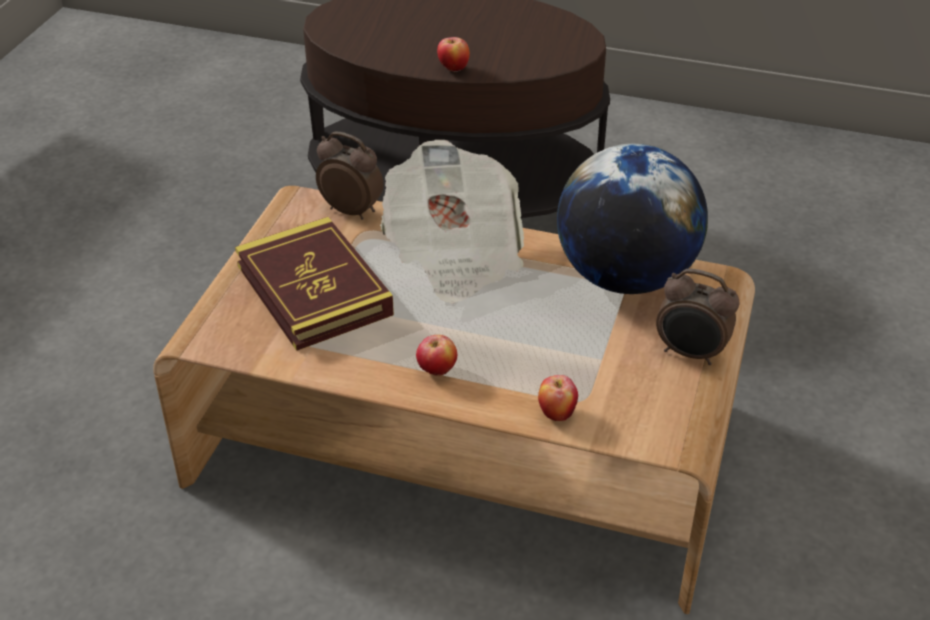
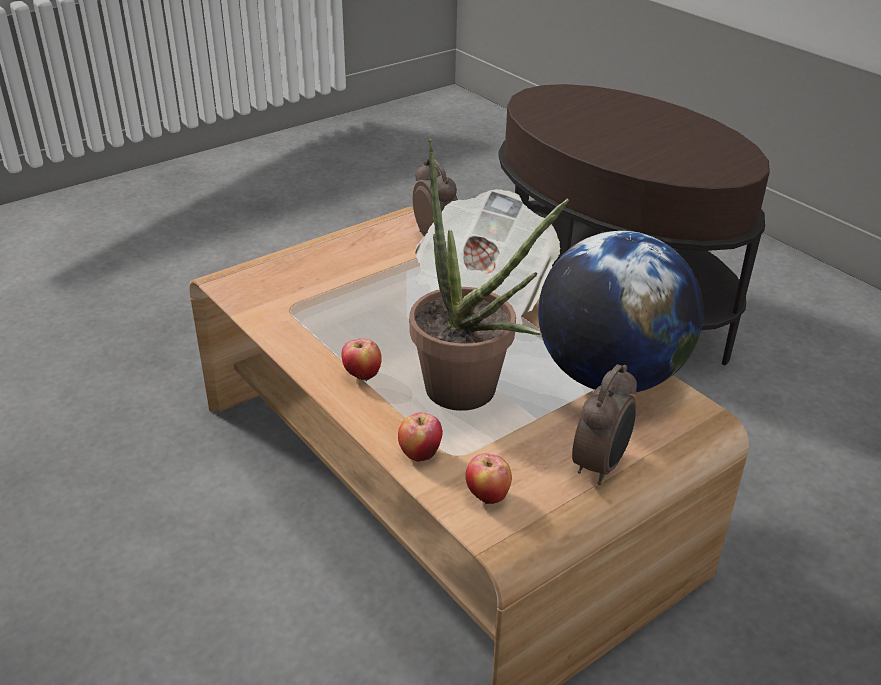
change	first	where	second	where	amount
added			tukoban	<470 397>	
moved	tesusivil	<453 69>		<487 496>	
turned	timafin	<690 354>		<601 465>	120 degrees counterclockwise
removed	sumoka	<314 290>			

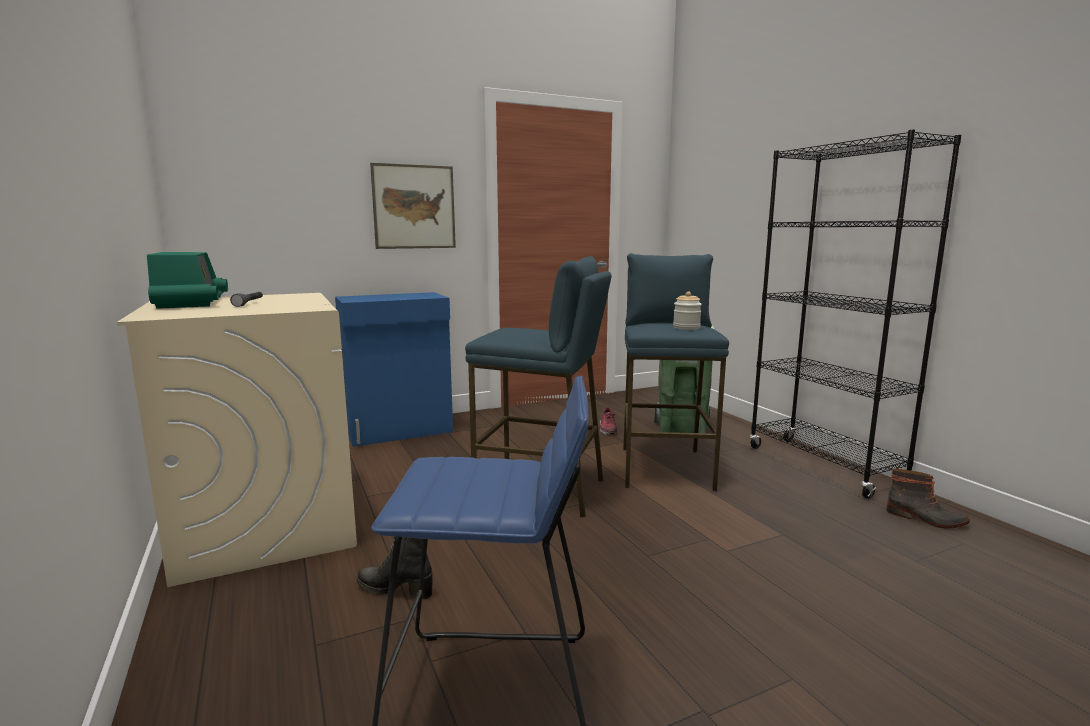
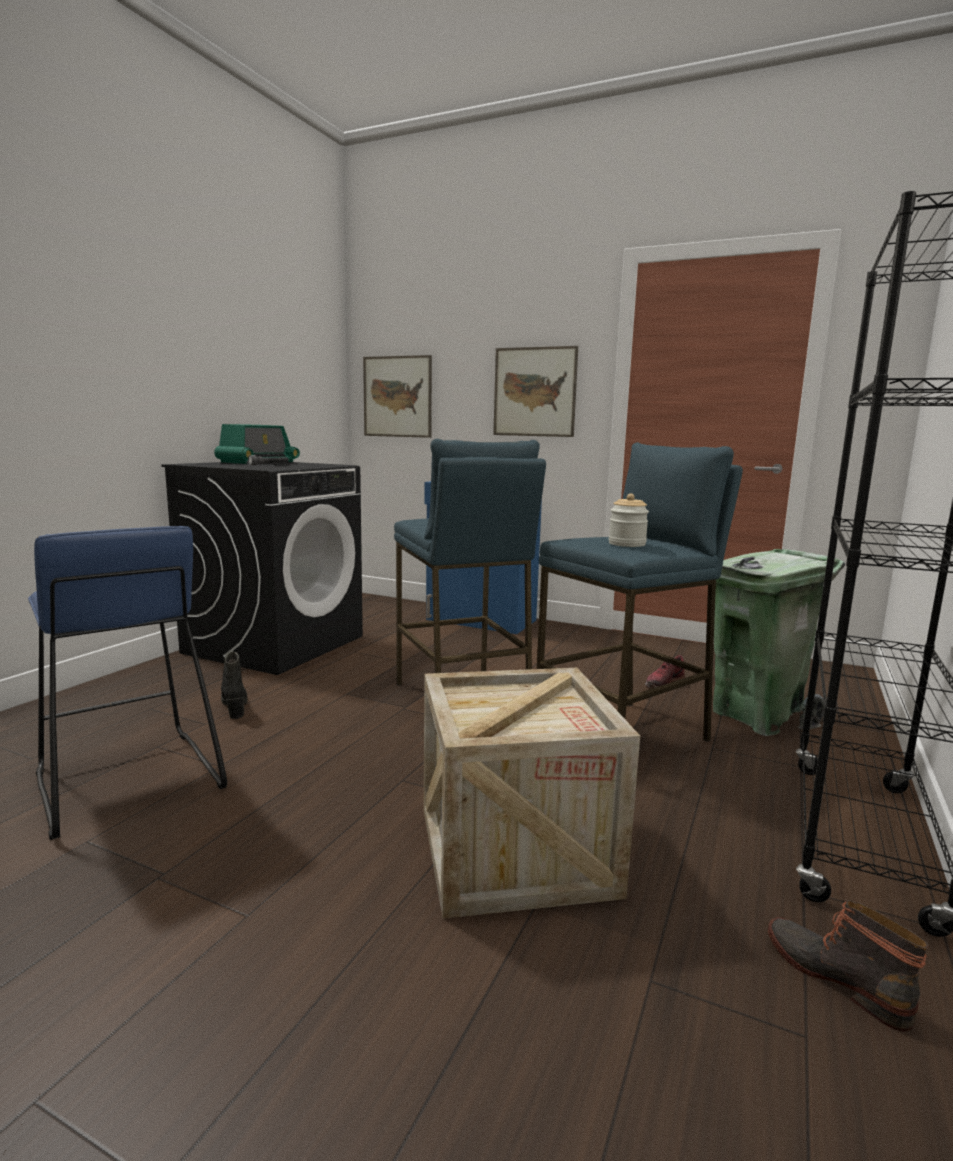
change	first	where	second	where	amount
recoloured	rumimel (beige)	<266 525>	rumimel (black)	<275 644>	
added			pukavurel	<397 396>	
added			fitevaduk	<514 850>	
turned	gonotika	<926 519>		<837 976>	150 degrees clockwise

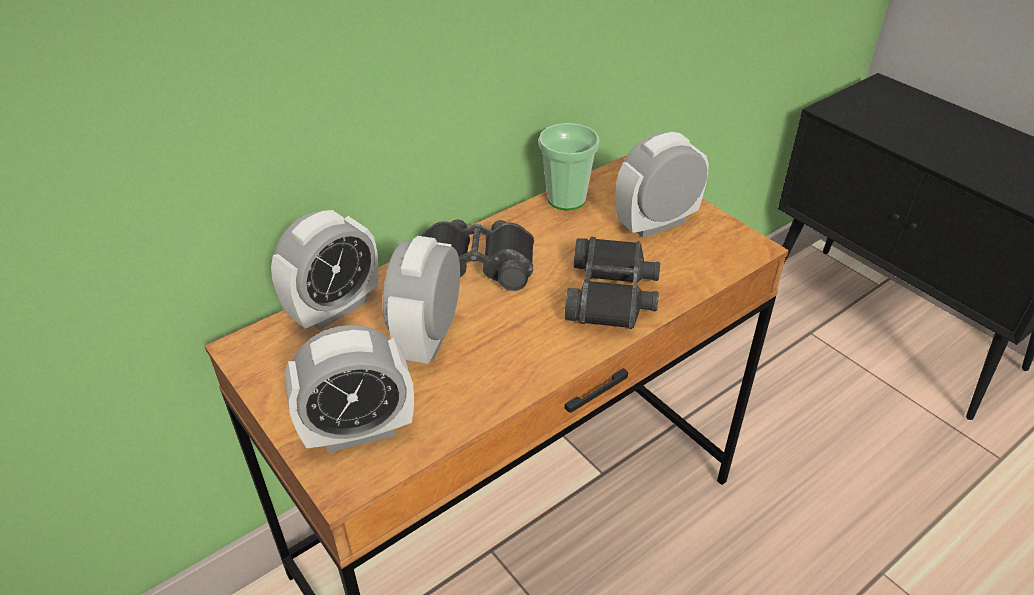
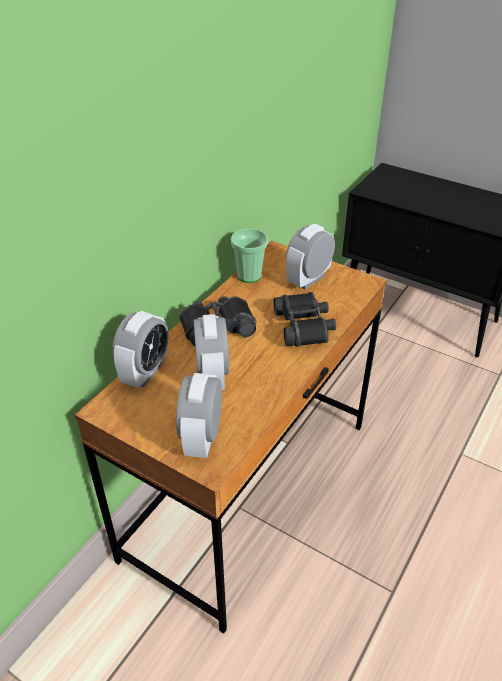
change	first	where	second	where	amount
turned	timafin	<358 431>		<202 438>	135 degrees clockwise

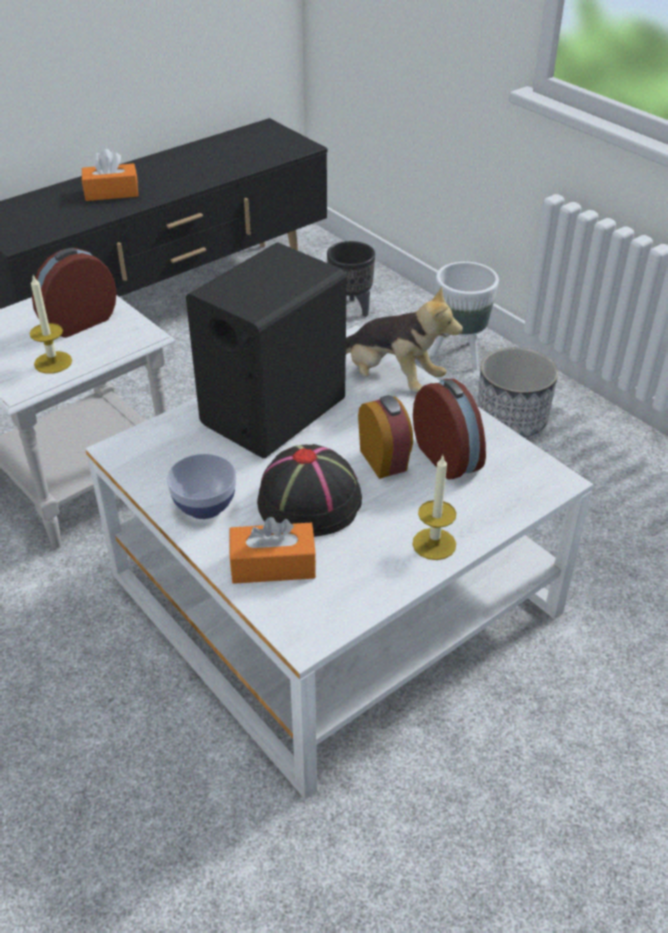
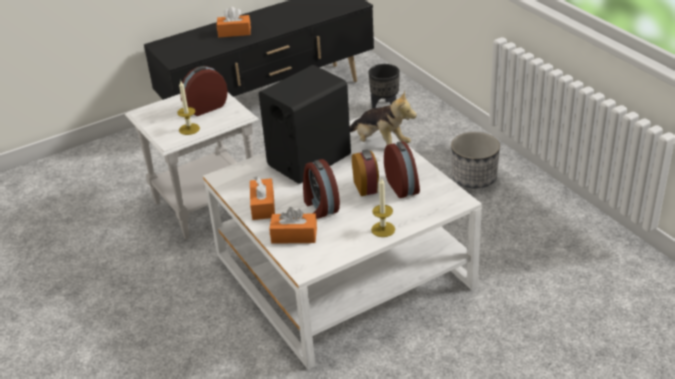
change	first	where	second	where	amount
replaced	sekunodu	<205 506>	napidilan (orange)	<263 206>	
replaced	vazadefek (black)	<310 501>	timafin	<320 206>	
removed	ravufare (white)	<460 355>			

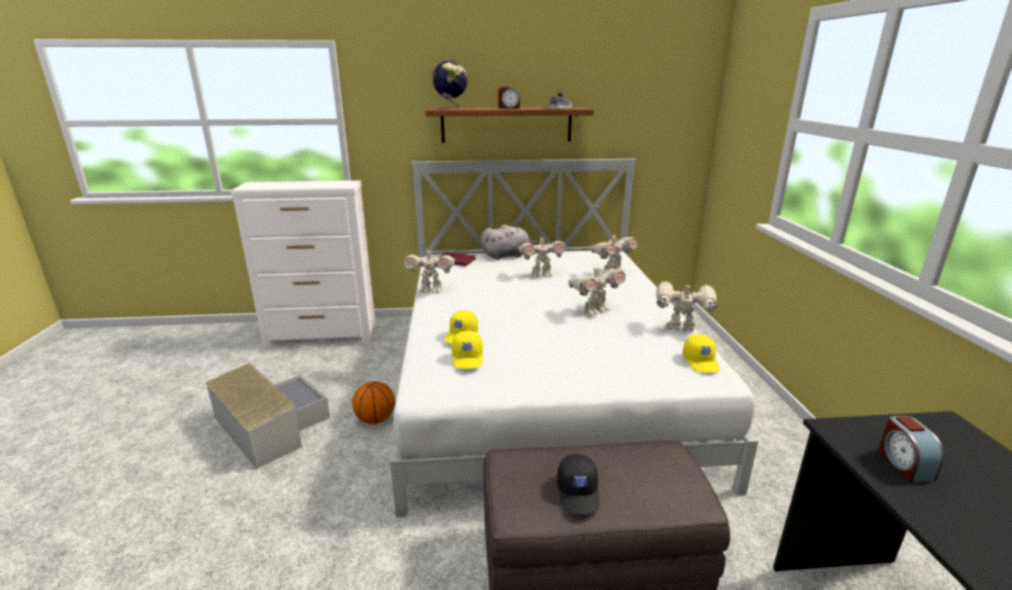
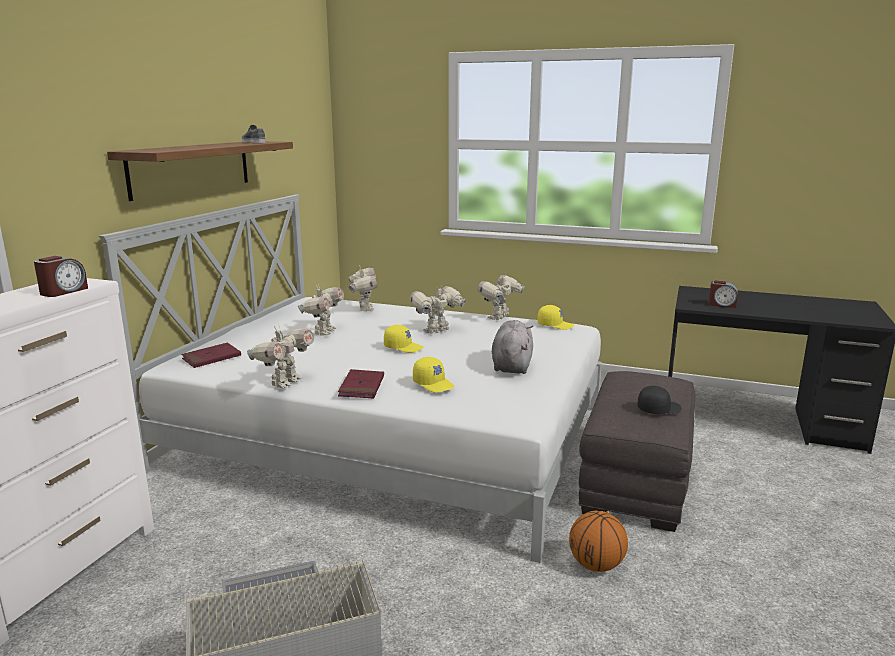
change	first	where	second	where	amount
moved	timafin	<509 108>		<63 291>	
added			sumoka (red)	<362 387>	
moved	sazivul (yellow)	<468 358>		<403 347>	
turned	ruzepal	<595 310>		<437 331>	120 degrees counterclockwise
moved	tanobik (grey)	<507 255>		<512 365>	
moved	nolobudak	<375 419>		<596 565>	
turned	sazivul (black)	<579 493>		<658 409>	45 degrees counterclockwise
removed	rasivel	<451 108>			

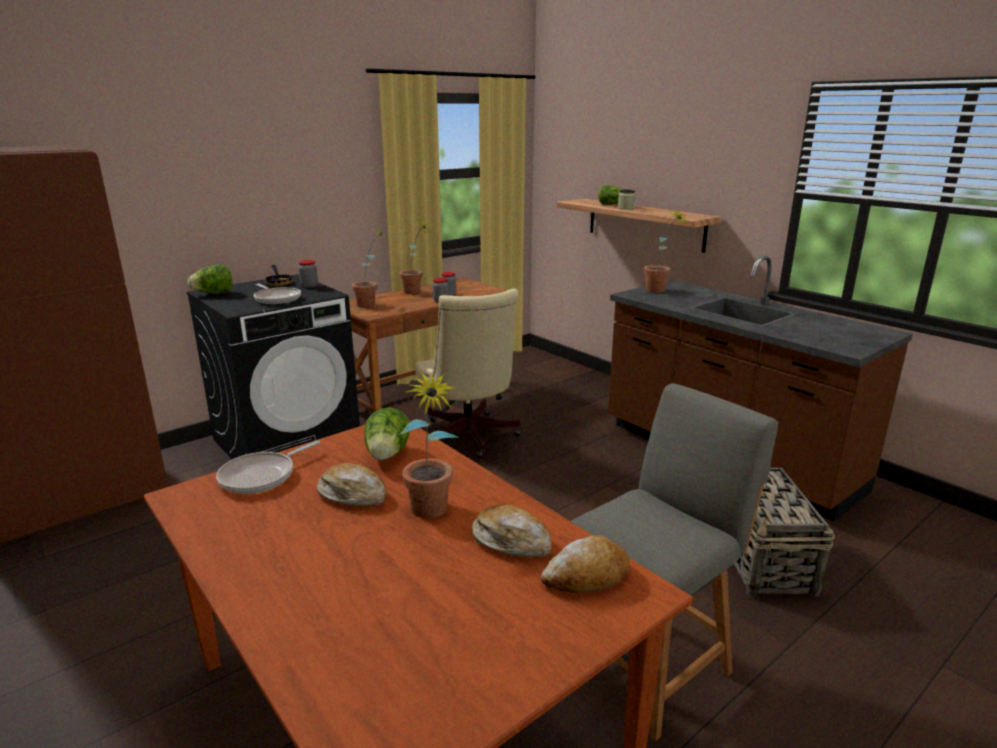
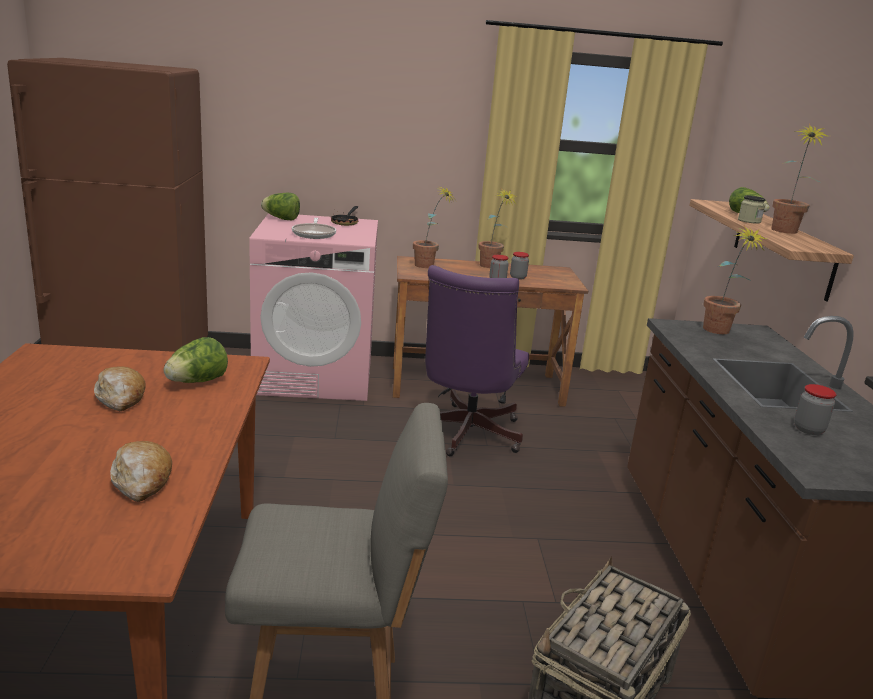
change	first	where	second	where	amount
recoloured	rumimel (black)	<287 441>	rumimel (pink)	<316 376>	
recoloured	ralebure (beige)	<469 438>	ralebure (purple)	<465 435>	
moved	tukoban	<431 514>		<784 232>	
moved	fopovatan	<309 286>		<808 429>	
removed	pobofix	<262 476>			
removed	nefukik	<586 576>			

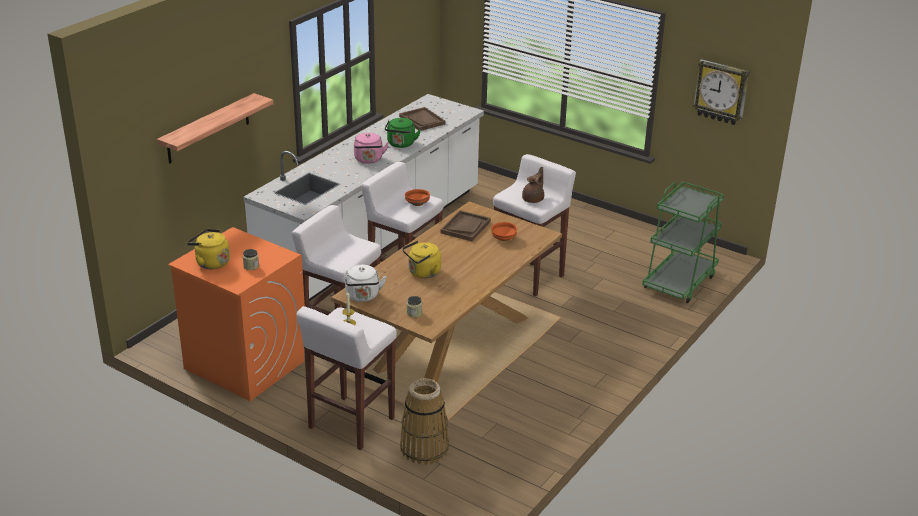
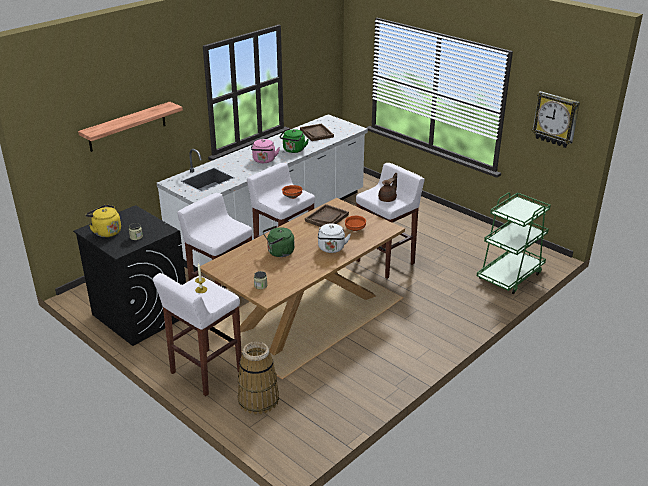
change	first	where	second	where	amount
recoloured	rumimel (orange)	<245 363>	rumimel (black)	<140 314>	
recoloured	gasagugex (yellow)	<422 273>	gasagugex (green)	<279 252>	
moved	gasagugex (white)	<363 296>		<331 249>	

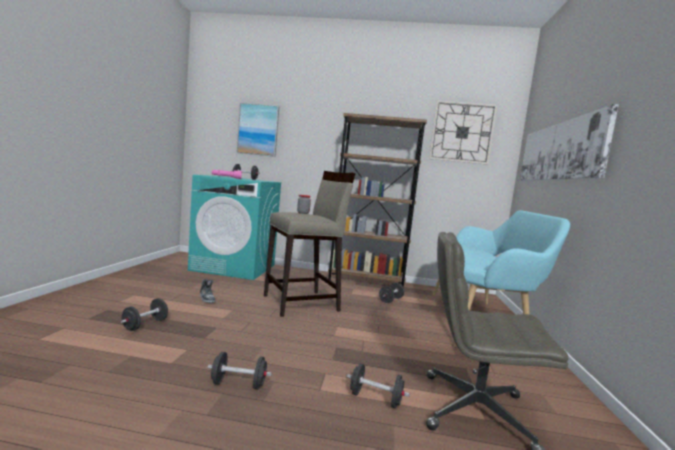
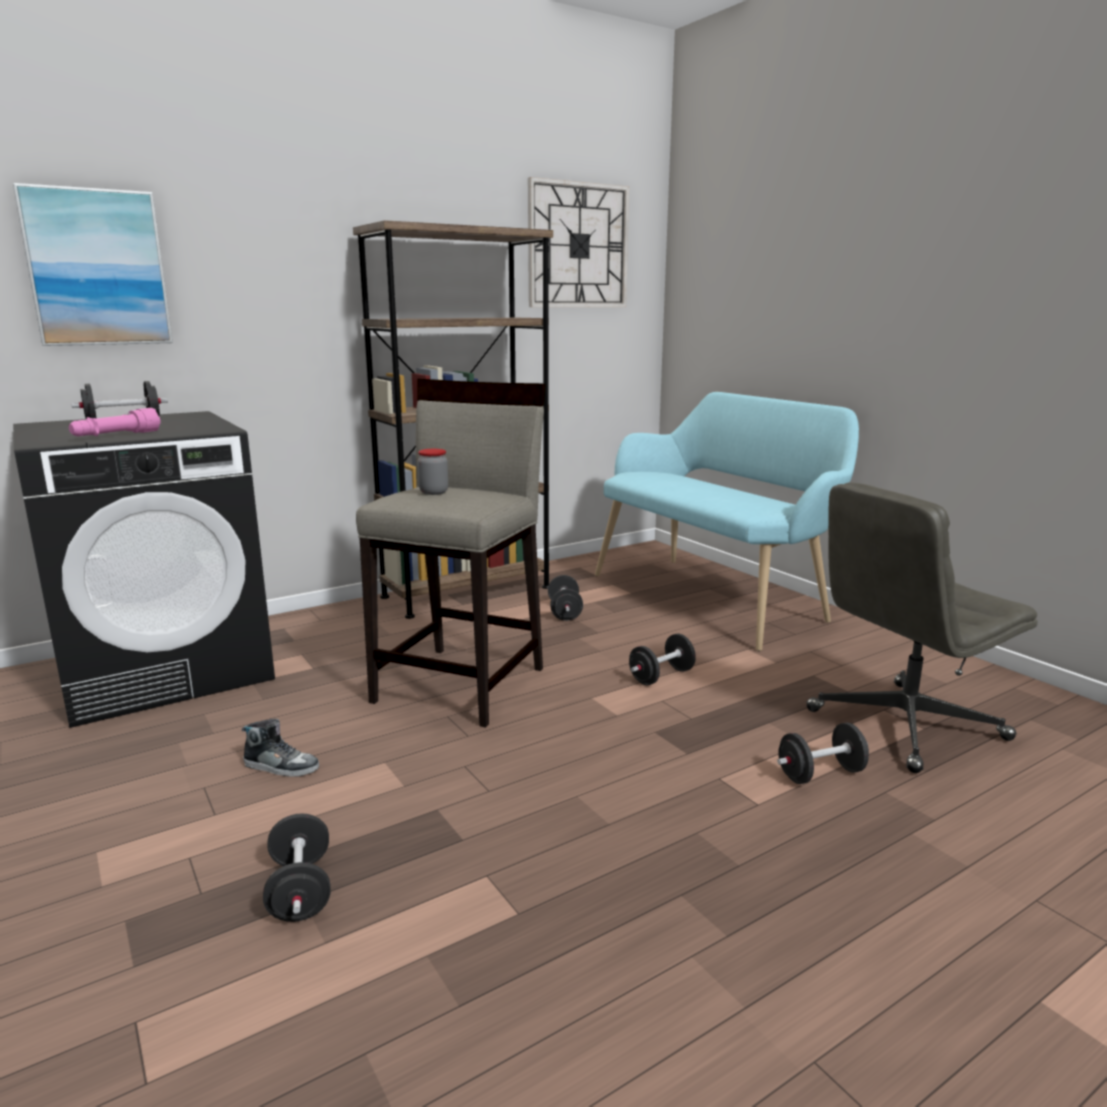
change	first	where	second	where	amount
recoloured	rumimel (turquoise)	<234 268>	rumimel (black)	<166 669>	
moved	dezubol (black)	<238 384>		<661 676>	
removed	pukavurel	<559 151>			

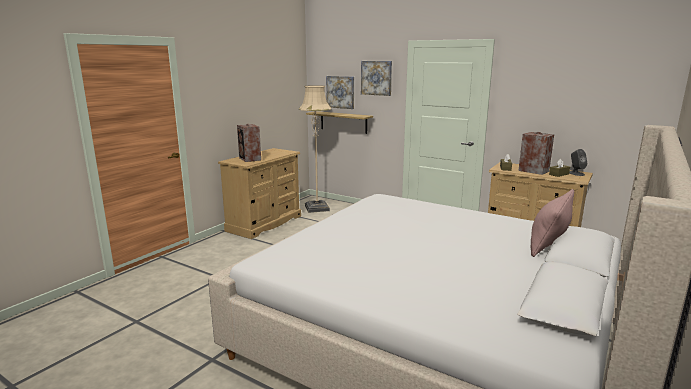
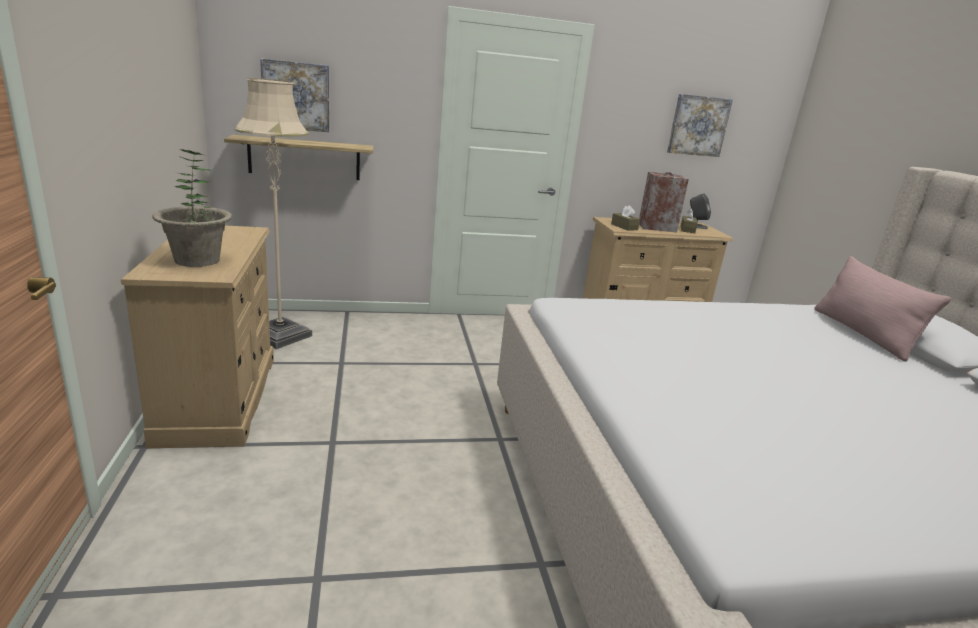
change	first	where	second	where	amount
replaced	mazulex	<250 159>	tukoban	<197 260>	
moved	pukavurel	<376 78>		<698 125>	

